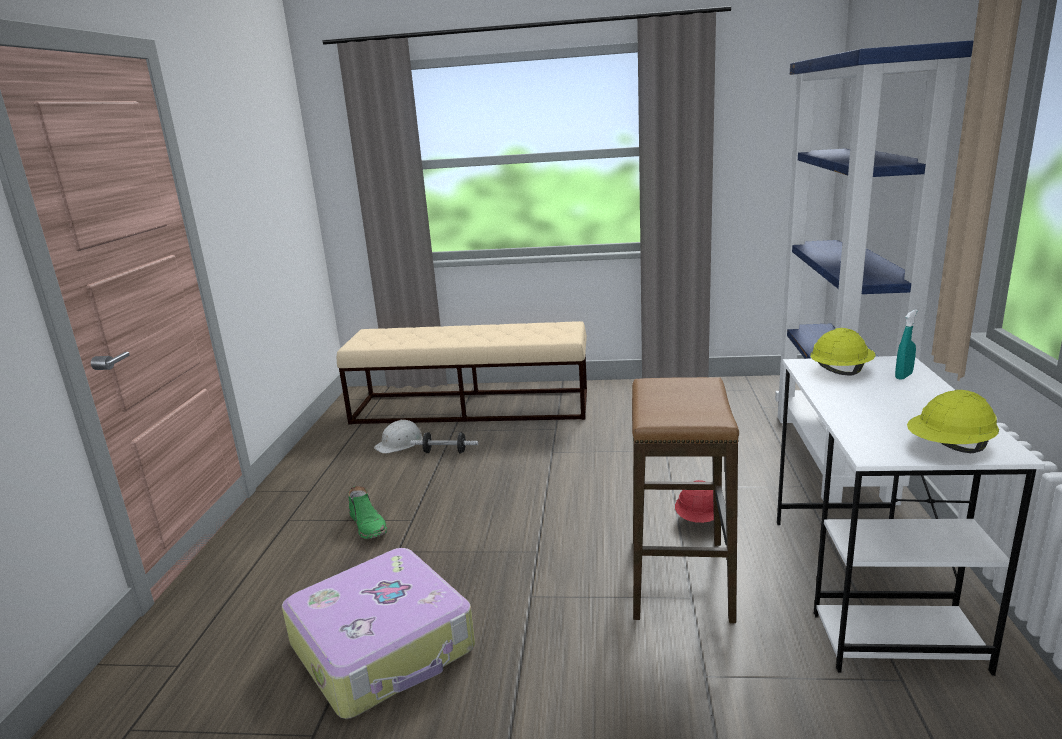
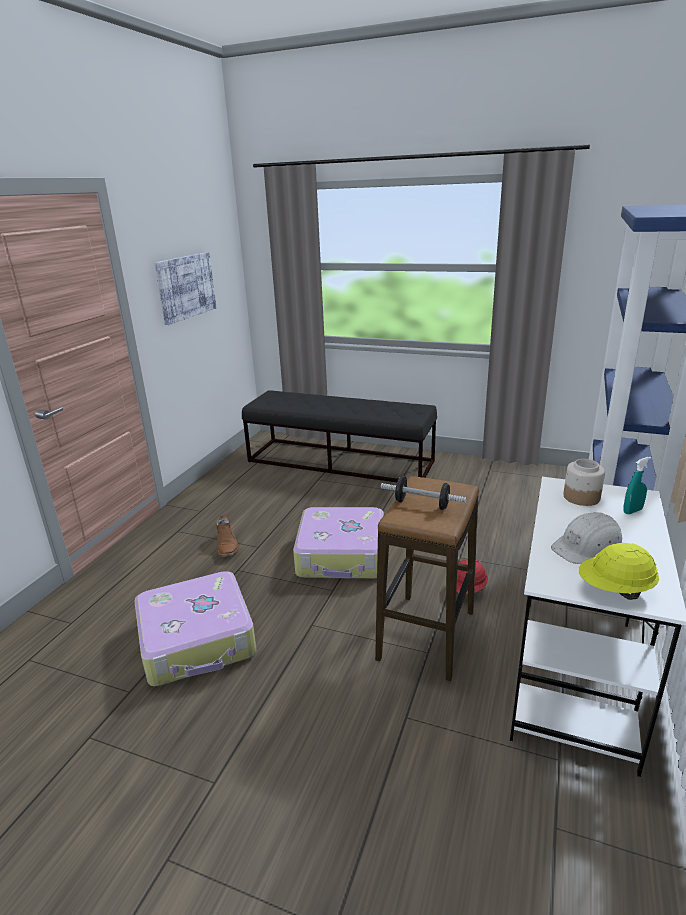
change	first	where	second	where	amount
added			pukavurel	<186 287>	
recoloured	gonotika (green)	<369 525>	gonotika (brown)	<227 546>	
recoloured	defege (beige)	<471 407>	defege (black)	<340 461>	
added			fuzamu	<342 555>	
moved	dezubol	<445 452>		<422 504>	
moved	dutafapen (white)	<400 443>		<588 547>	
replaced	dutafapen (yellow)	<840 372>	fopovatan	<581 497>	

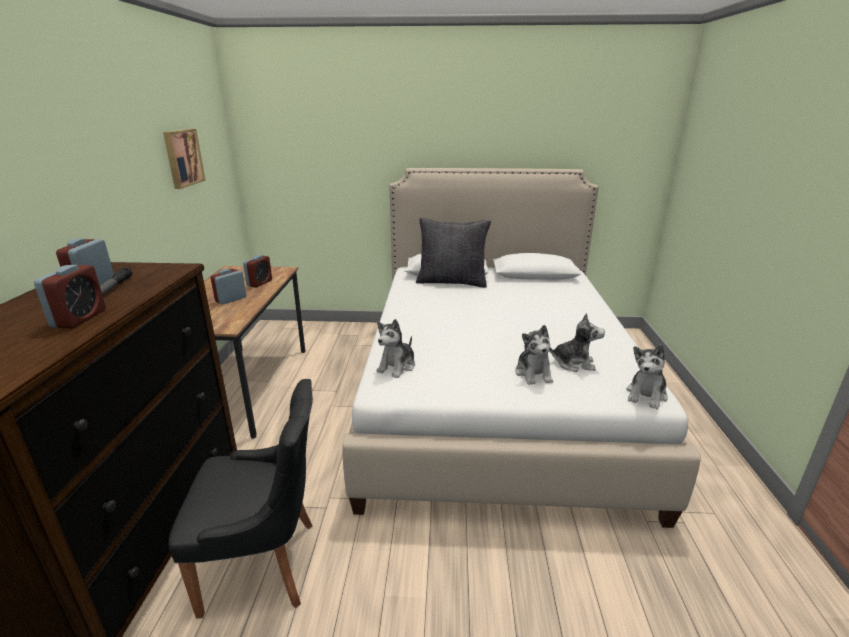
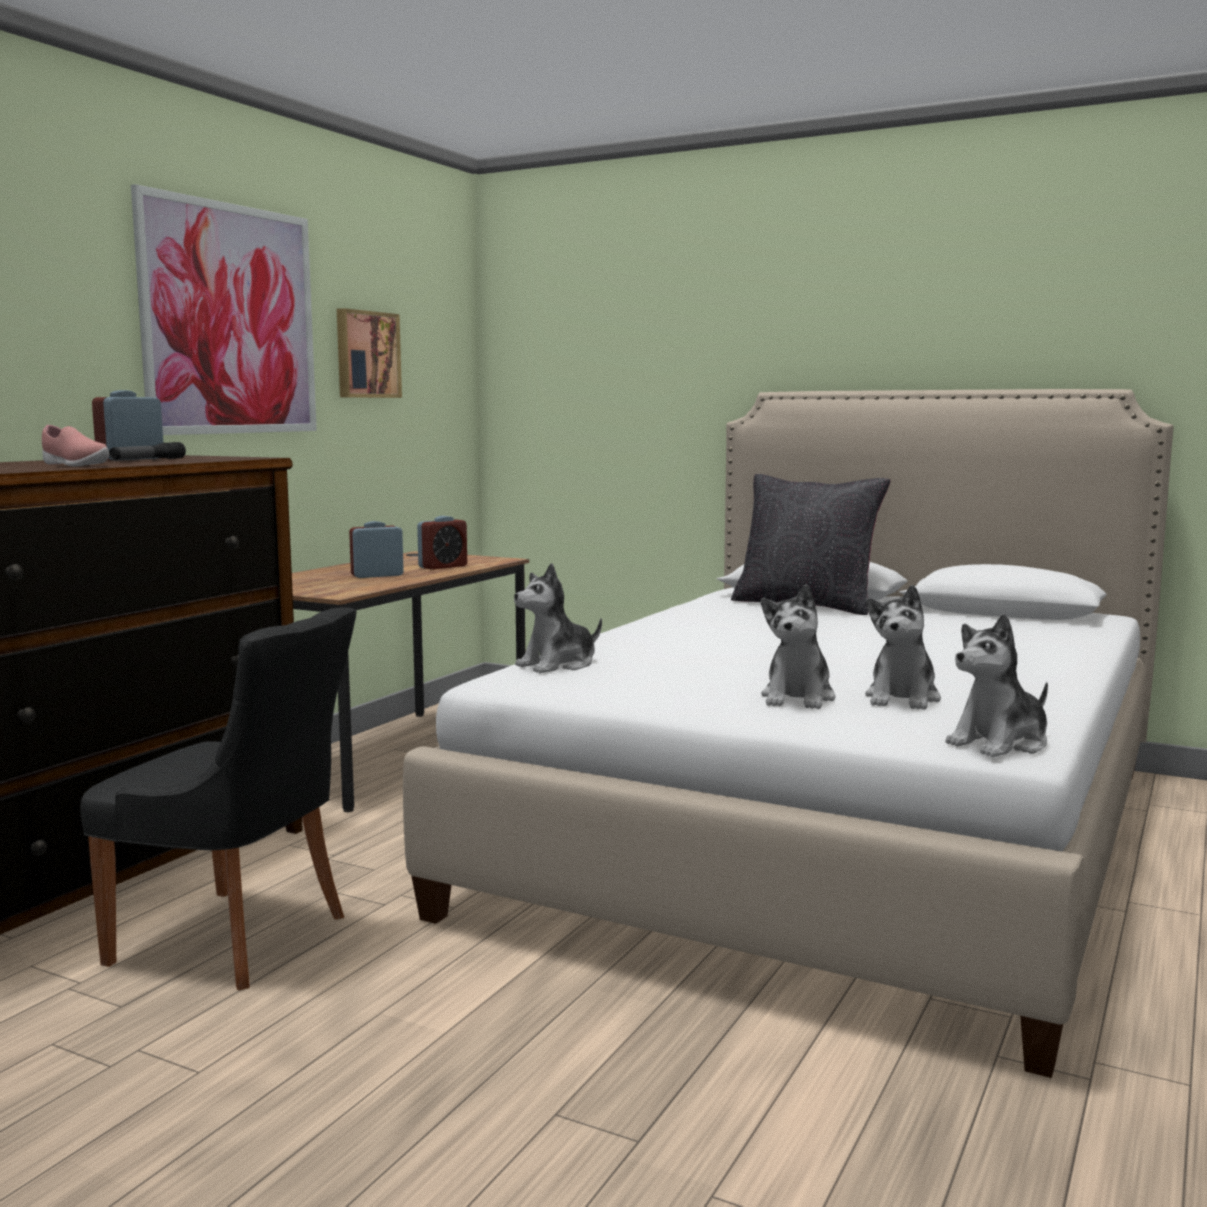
change	first	where	second	where	amount
replaced	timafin	<79 318>	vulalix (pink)	<74 465>	
added			pukavurel	<230 320>	
turned	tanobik	<573 363>		<902 698>	75 degrees clockwise

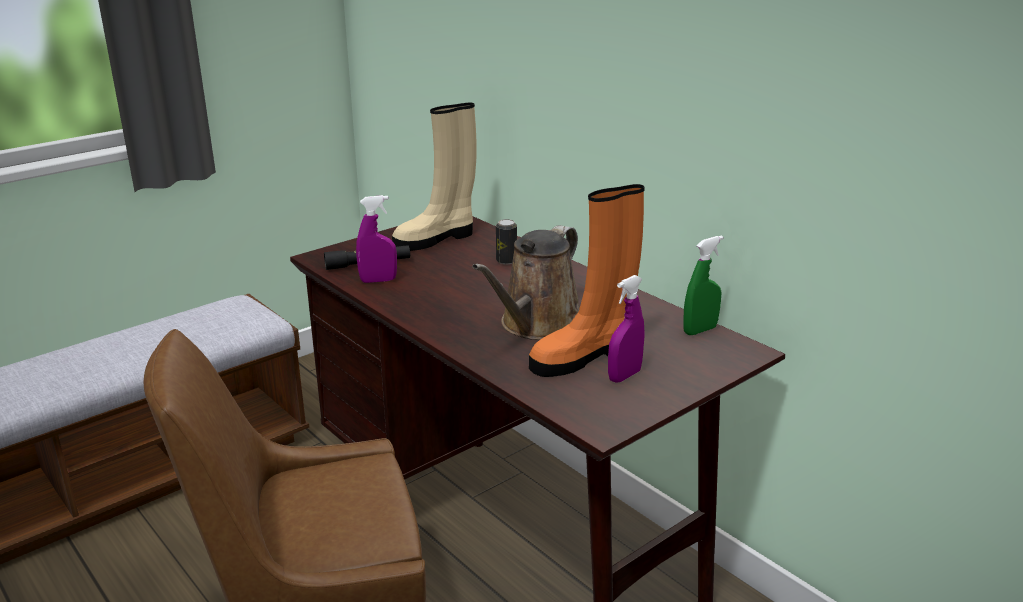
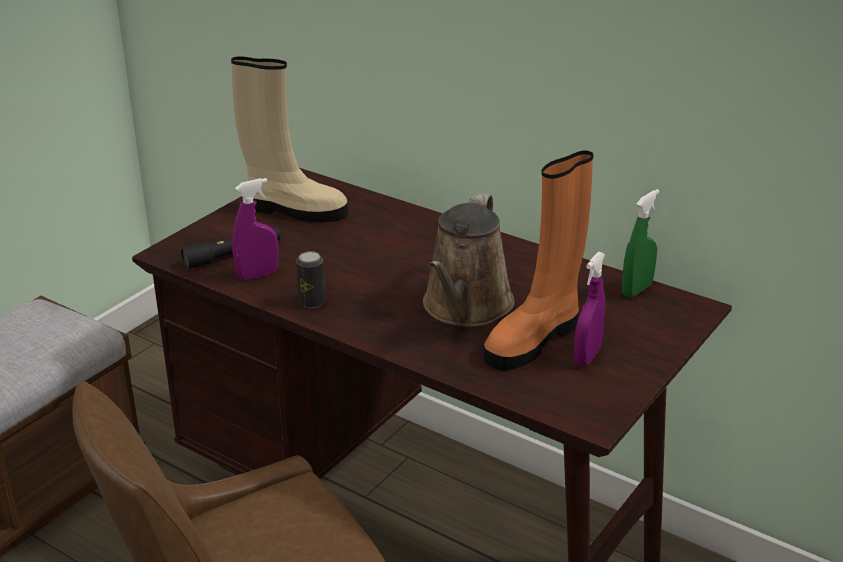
change	first	where	second	where	amount
turned	gonotika (beige)	<436 239>		<294 210>	120 degrees counterclockwise
moved	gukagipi	<506 261>		<312 302>	

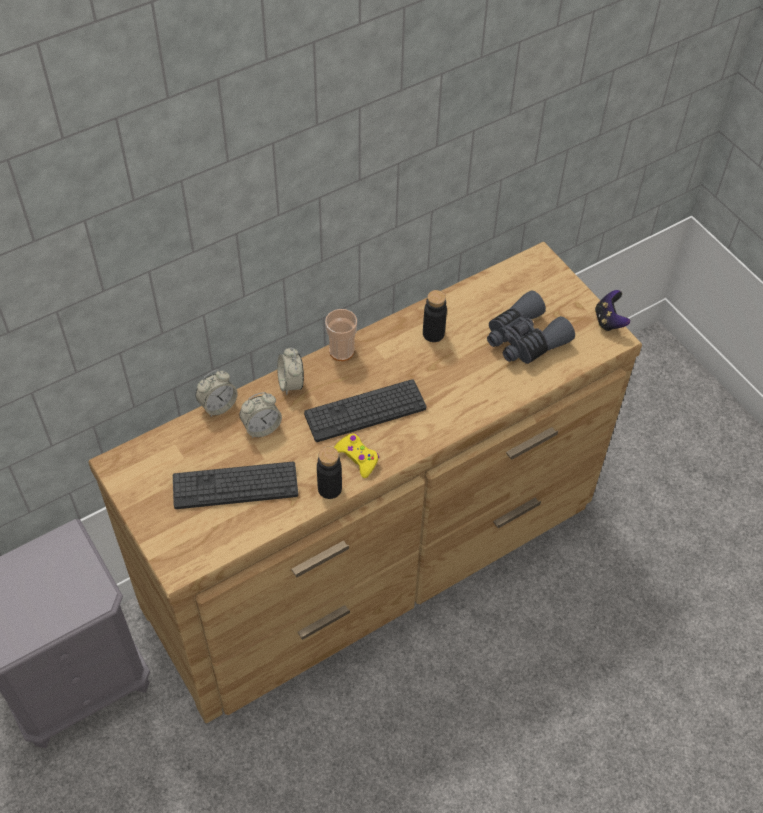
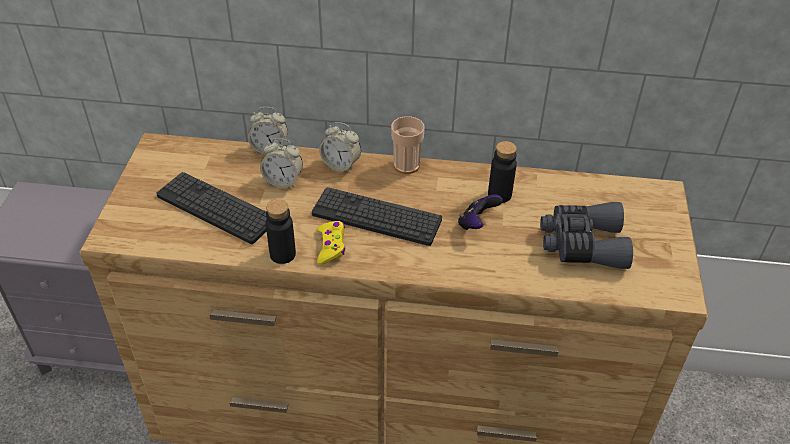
change	first	where	second	where	amount
turned	timafin	<291 383>		<341 165>	90 degrees counterclockwise
moved	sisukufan	<609 321>		<476 224>	

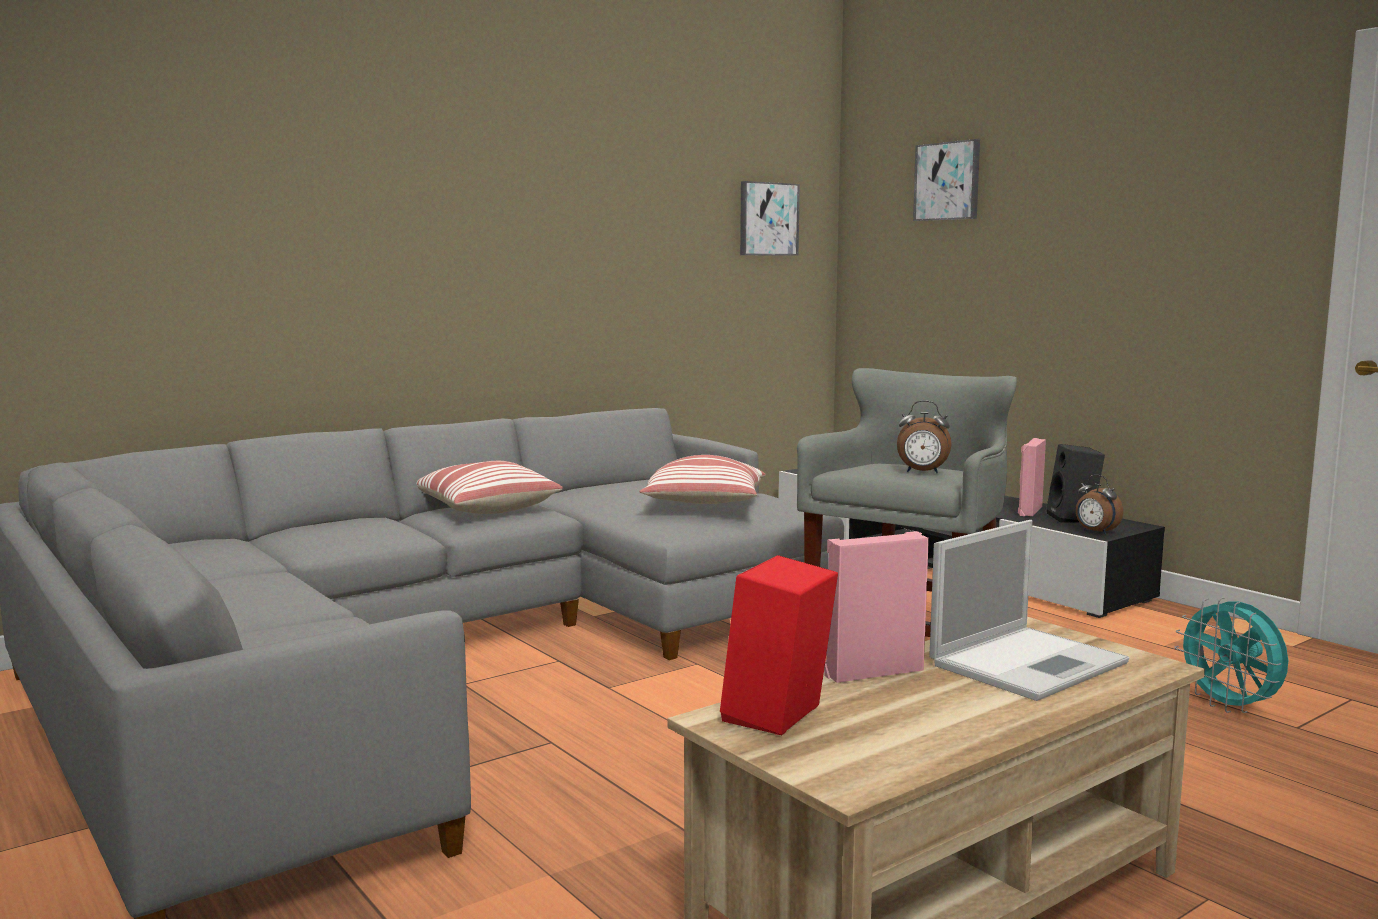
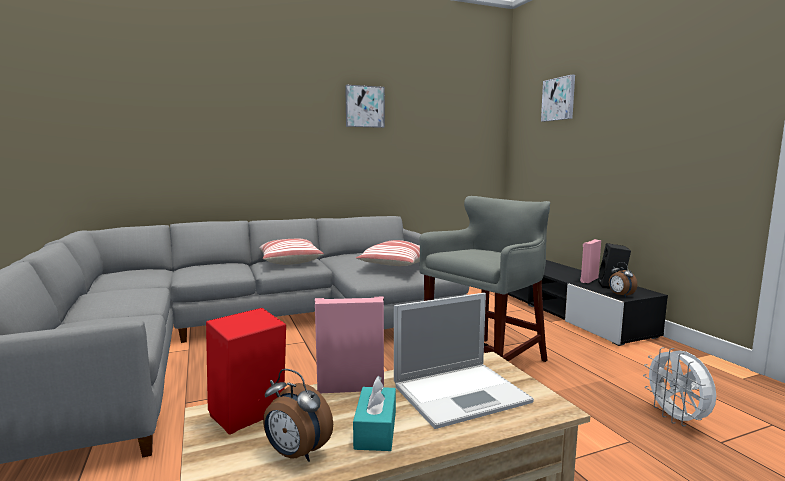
change	first	where	second	where	amount
moved	timafin	<922 472>		<296 454>	
moved	pukavurel	<767 219>		<364 106>	
added			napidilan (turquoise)	<375 430>	
recoloured	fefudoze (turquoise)	<1230 707>	fefudoze (white)	<677 419>	

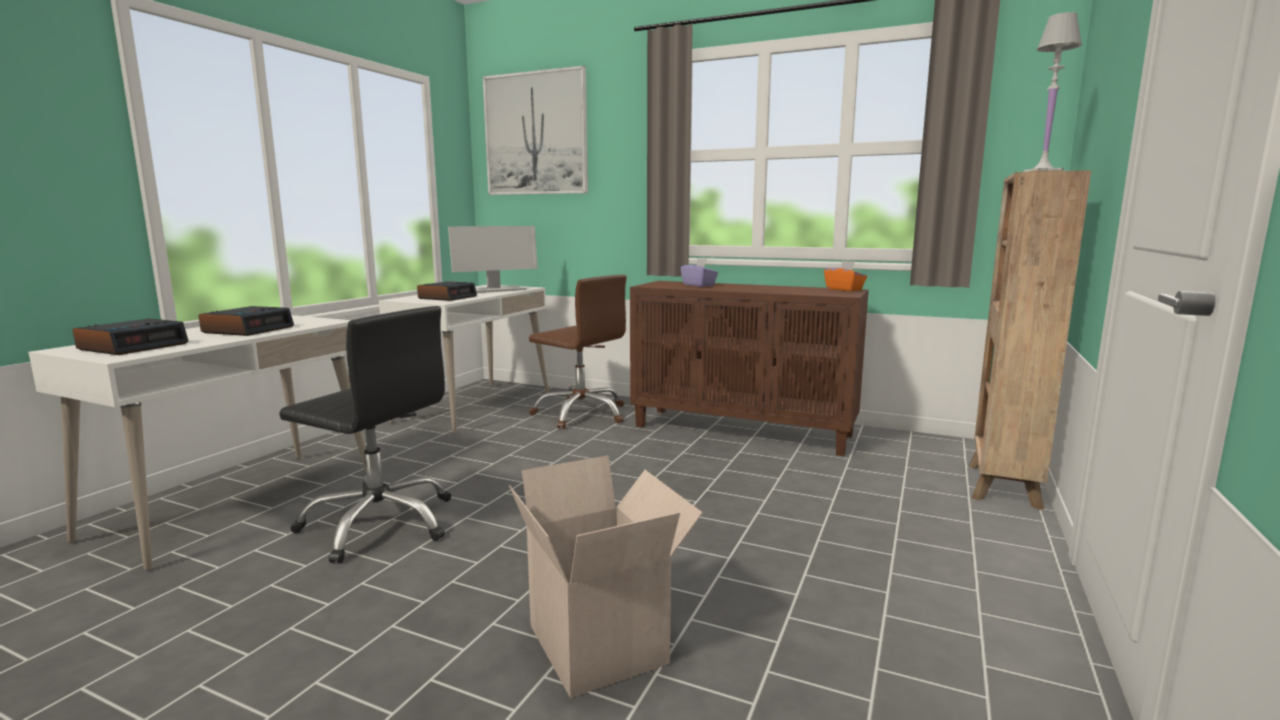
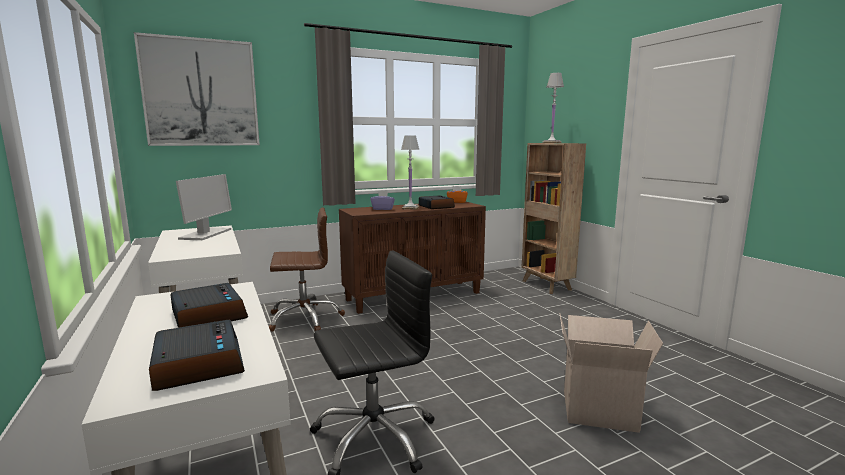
change	first	where	second	where	amount
added			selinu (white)	<410 208>	
moved	timafin	<447 297>		<435 206>	

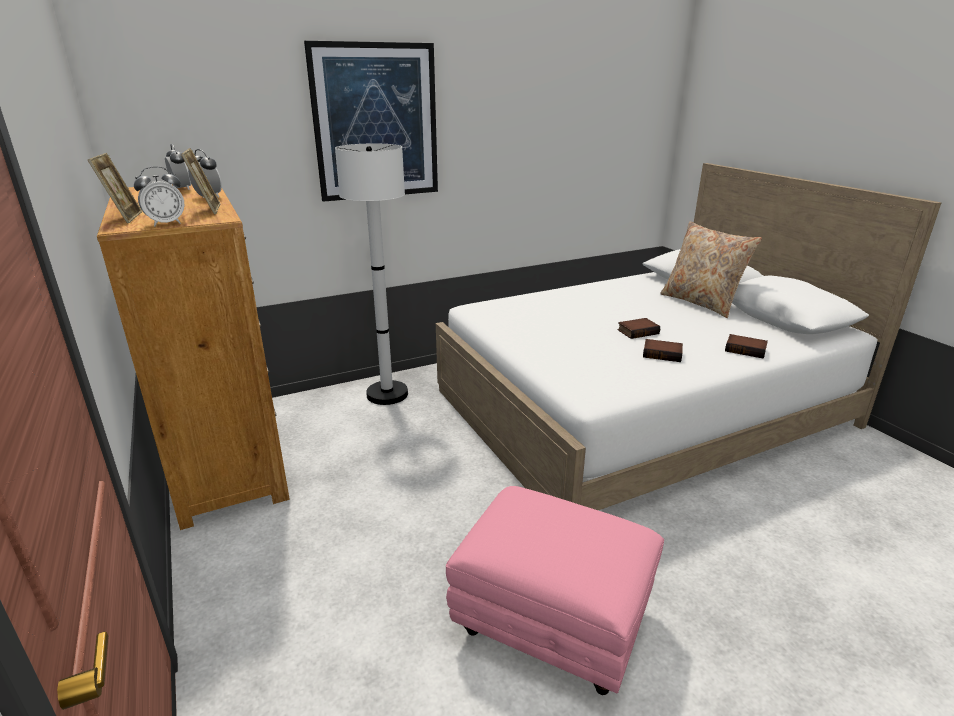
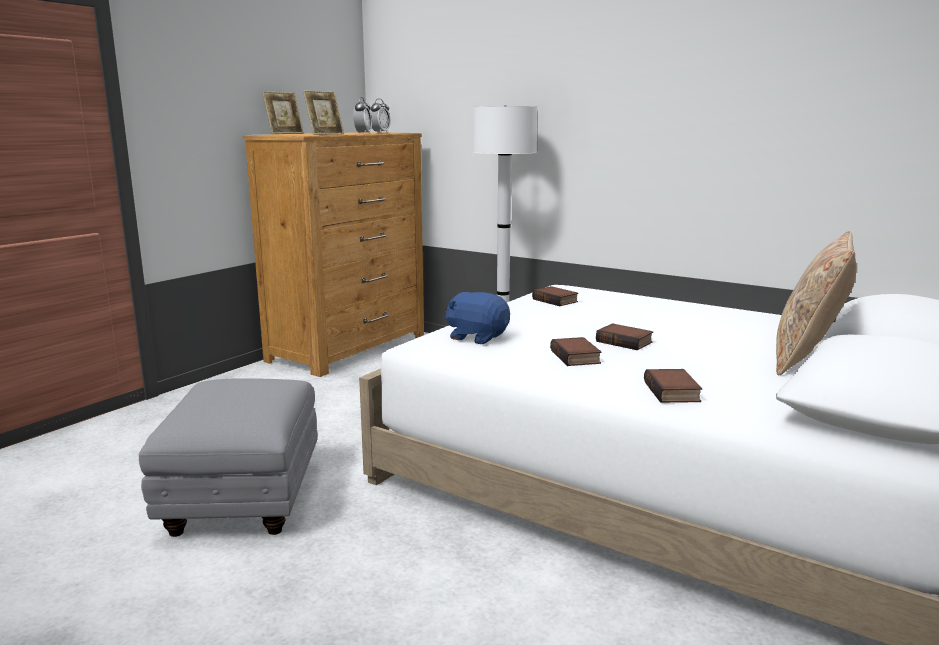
change	first	where	second	where	amount
recoloured	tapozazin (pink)	<550 622>	tapozazin (grey)	<244 498>	
added			tanobik (blue)	<477 337>	
added			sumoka	<556 300>	
removed	timafin	<166 223>			
removed	pukavurel	<376 122>			

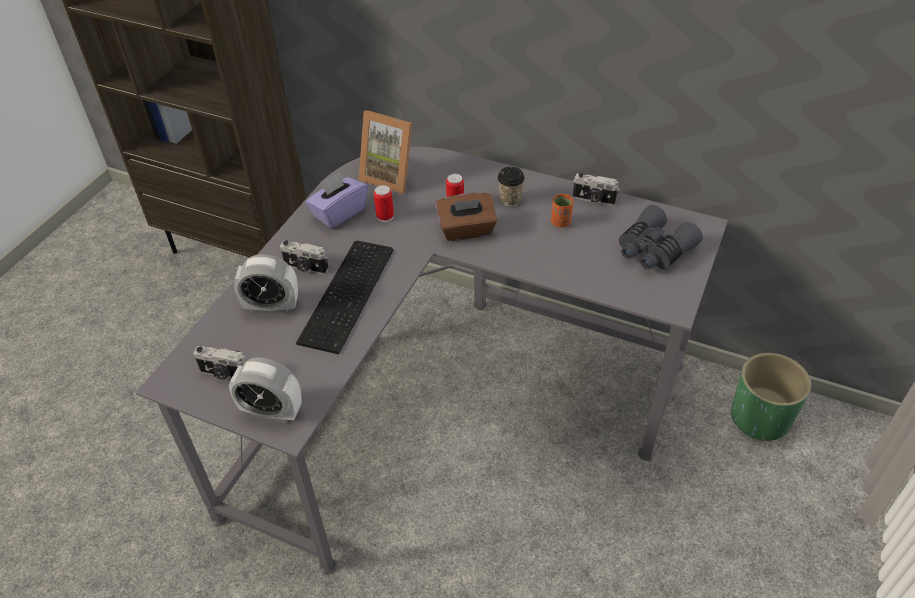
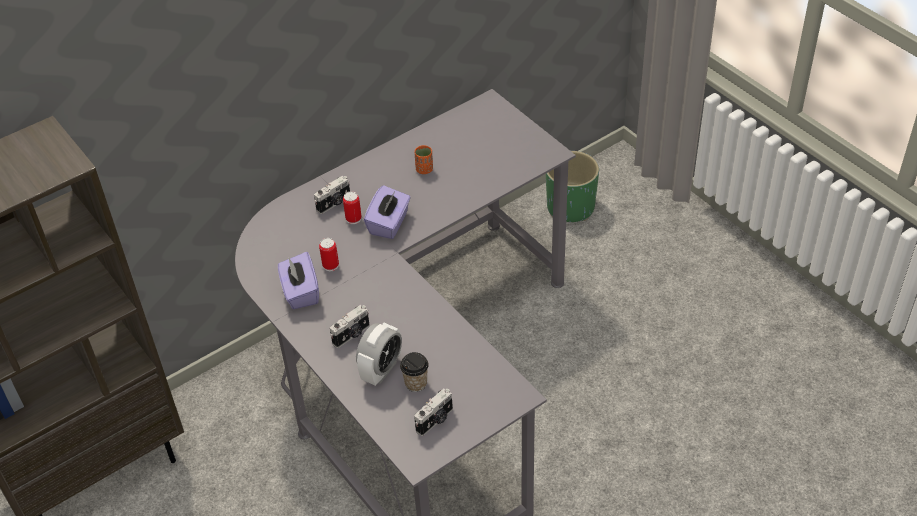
change	first	where	second	where	amount
moved	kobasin	<593 200>		<334 203>	
recoloured	napidilan (brown)	<466 230>	napidilan (purple)	<389 224>	
moved	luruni	<510 200>		<416 383>	
removed	timafin	<272 412>			
removed	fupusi	<350 294>			
removed	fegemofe	<390 176>			
removed	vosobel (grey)	<653 250>			

